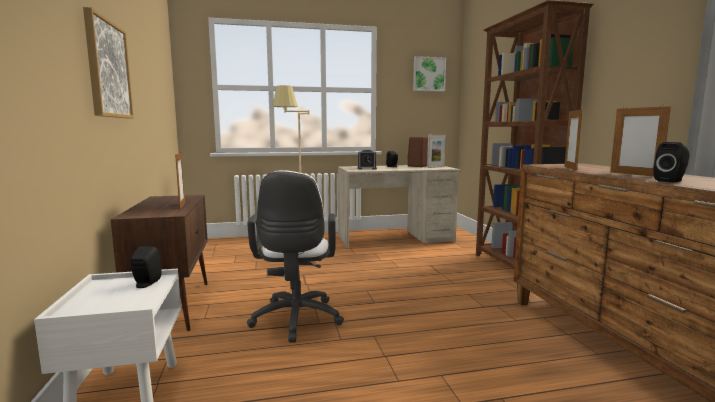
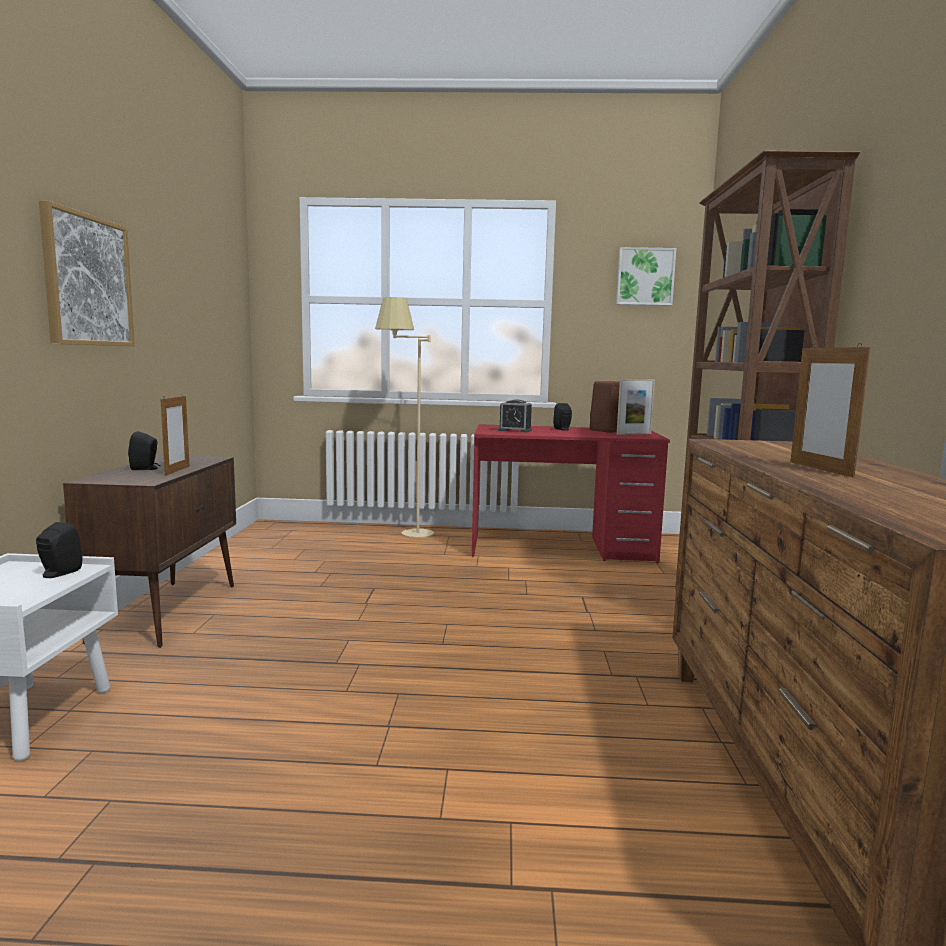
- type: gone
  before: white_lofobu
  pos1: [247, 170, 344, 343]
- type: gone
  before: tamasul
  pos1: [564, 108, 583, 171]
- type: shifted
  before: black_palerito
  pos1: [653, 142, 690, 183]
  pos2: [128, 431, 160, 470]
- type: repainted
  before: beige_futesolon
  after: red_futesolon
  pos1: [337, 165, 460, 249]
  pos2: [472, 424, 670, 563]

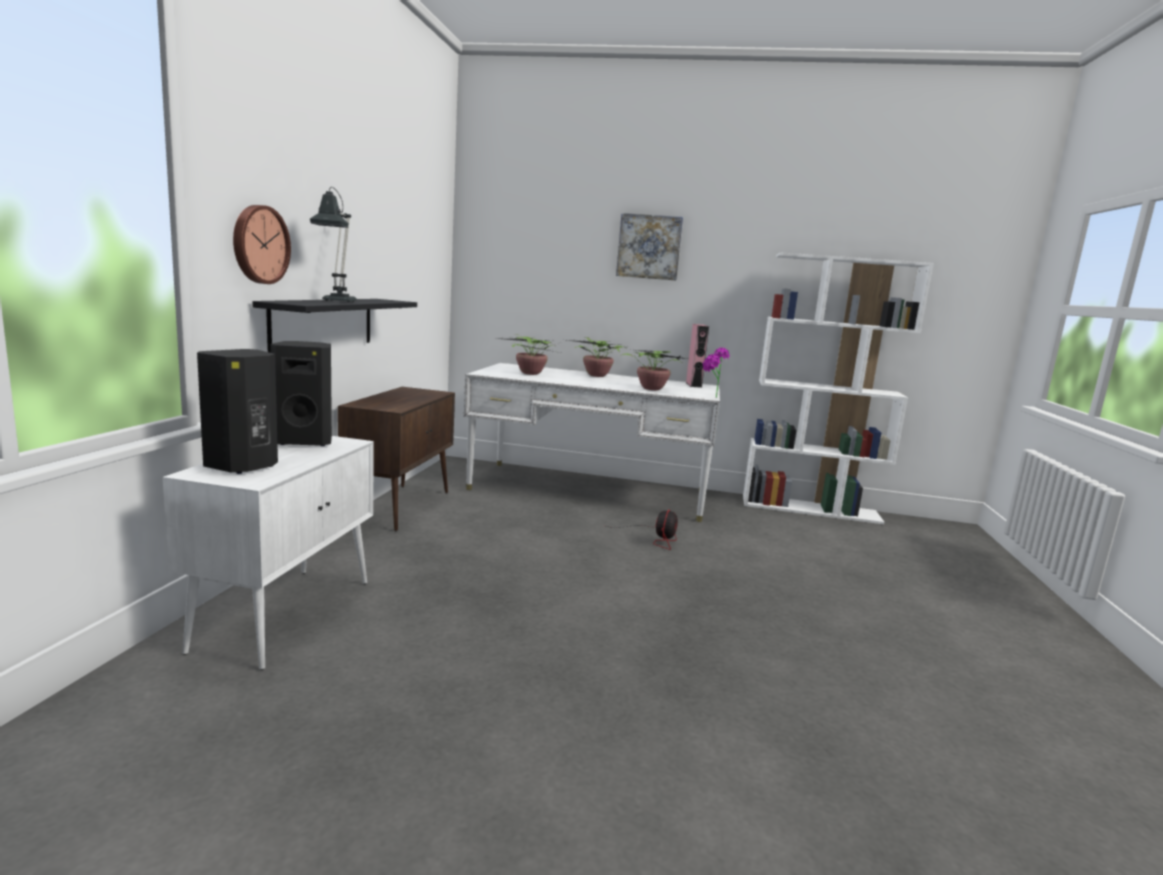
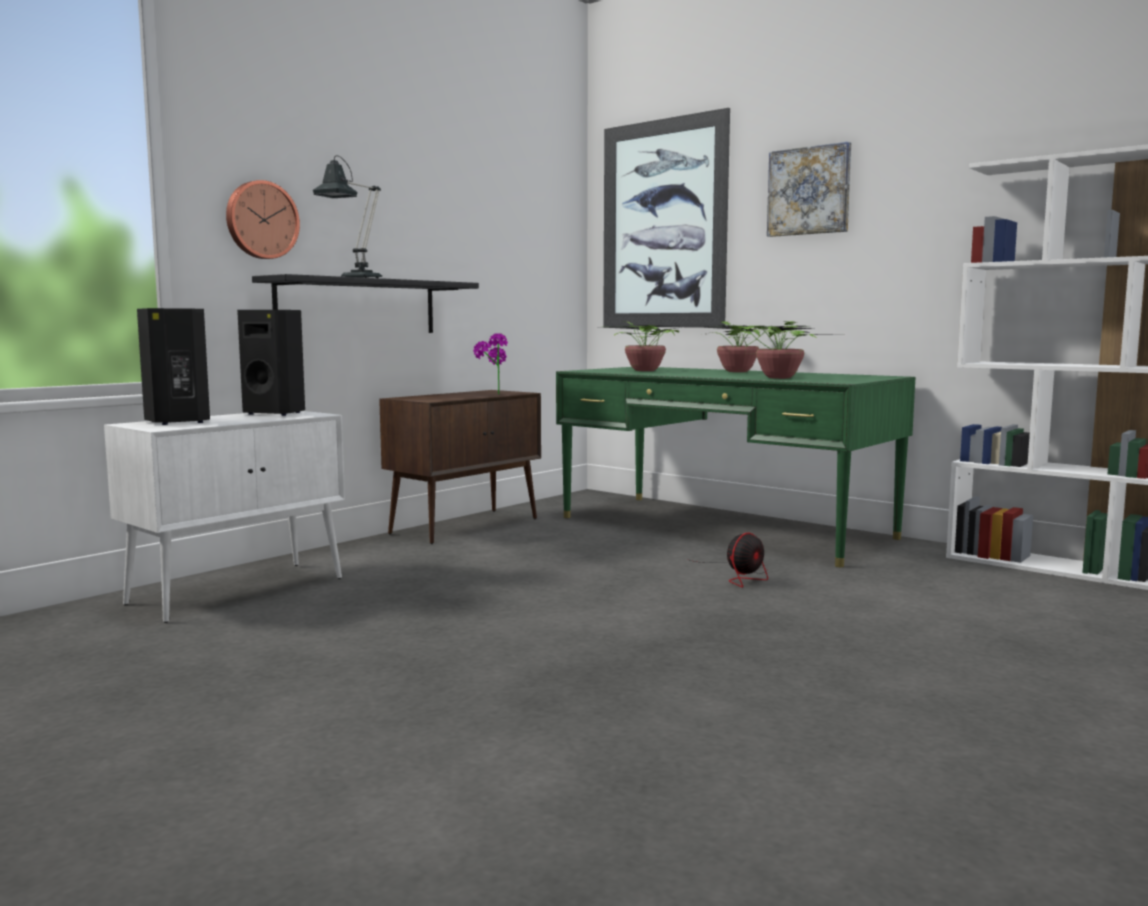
- type: gone
  before: pink_palerito
  pos1: [686, 324, 709, 388]
- type: new
  after: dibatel
  pos2: [603, 108, 730, 327]
- type: shifted
  before: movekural
  pos1: [703, 348, 730, 398]
  pos2: [473, 333, 508, 395]
- type: repainted
  before: white_futesolon
  after: green_futesolon
  pos1: [464, 363, 720, 522]
  pos2: [556, 367, 915, 567]

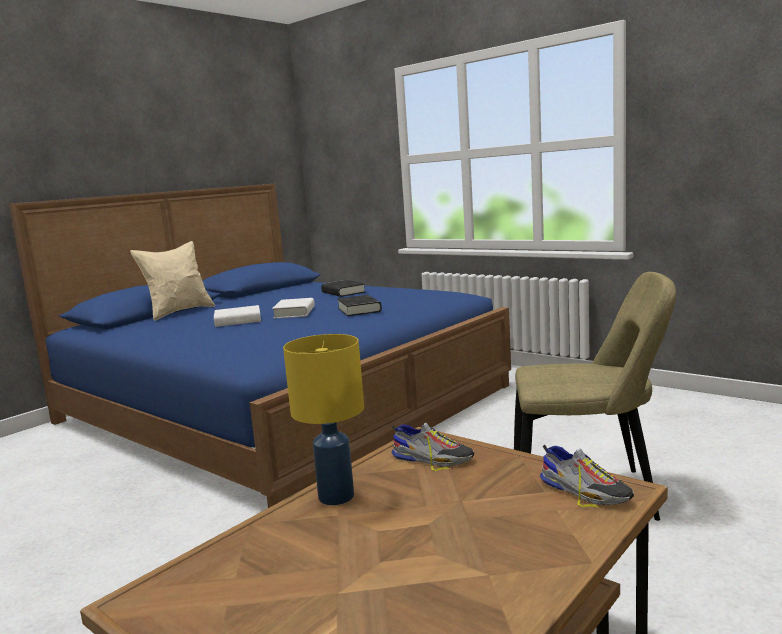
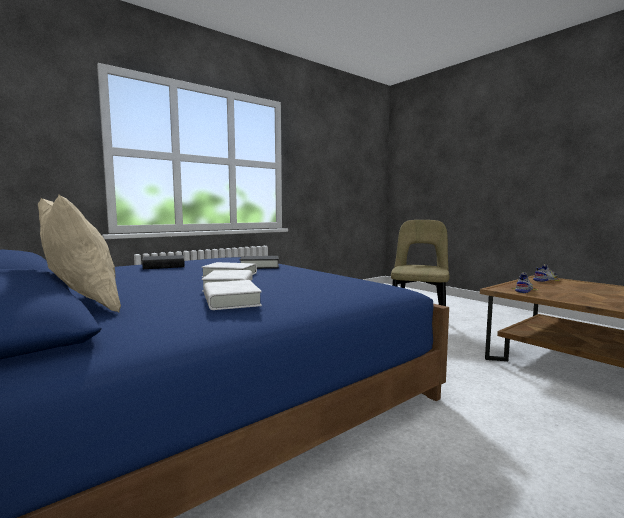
- type: gone
  before: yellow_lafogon
  pos1: [283, 334, 364, 505]
- type: new
  after: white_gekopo
  pos2: [204, 280, 262, 310]

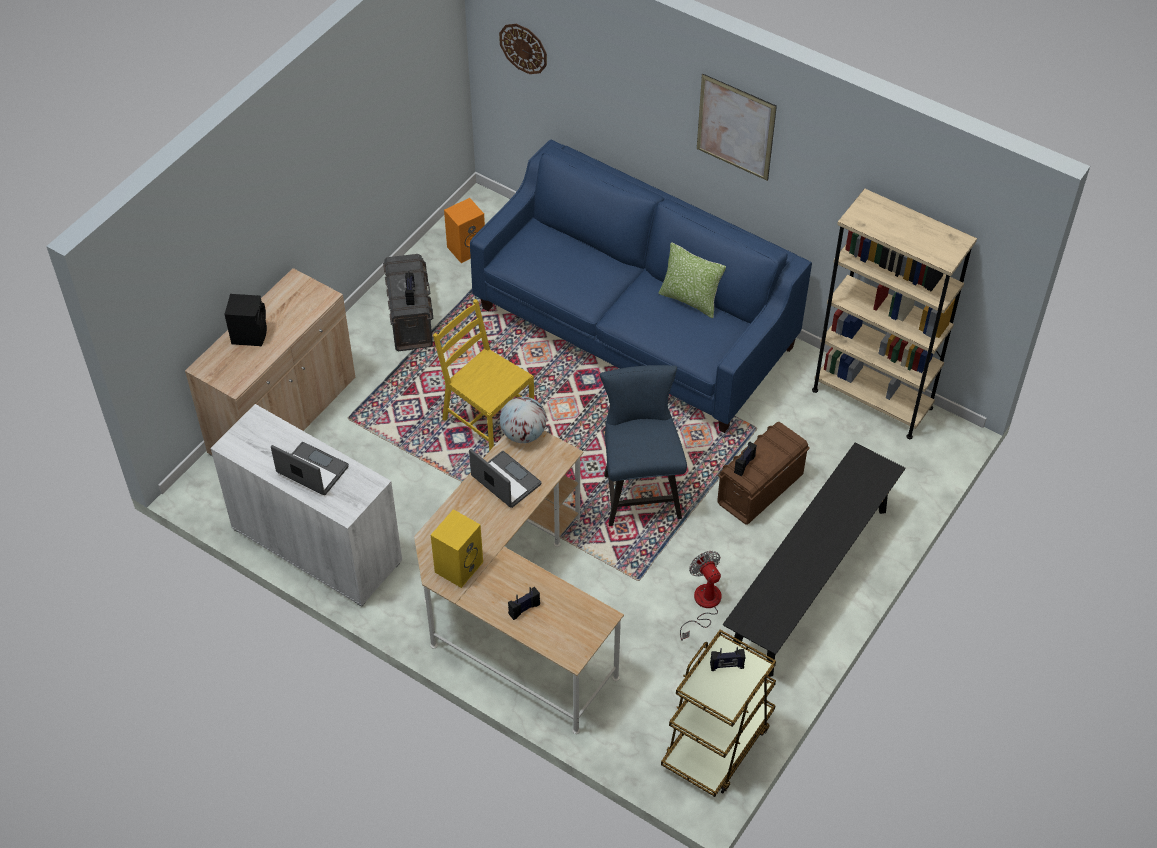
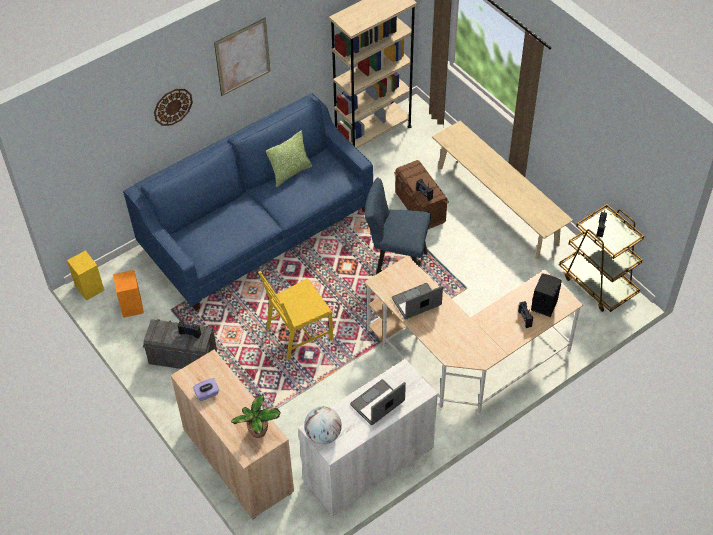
- type: gone
  before: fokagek
  pos1: [680, 551, 722, 640]
- type: new
  after: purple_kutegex
  pos2: [193, 378, 219, 401]
- type: new
  after: movekural
  pos2: [231, 395, 281, 438]
- type: shifted
  before: black_palerito
  pos1: [224, 294, 267, 346]
  pos2: [531, 274, 562, 317]
- type: shifted
  before: yellow_palerito
  pos1: [431, 509, 483, 588]
  pos2: [67, 250, 104, 301]
- type: shifted
  before: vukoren
  pos1: [499, 24, 547, 74]
  pos2: [154, 89, 193, 126]
- type: shifted
  before: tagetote
  pos1: [500, 397, 546, 443]
  pos2: [304, 407, 342, 444]
- type: repainted
  before: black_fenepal
  after: beige_fenepal
  pos1: [723, 443, 905, 677]
  pos2: [432, 121, 573, 259]

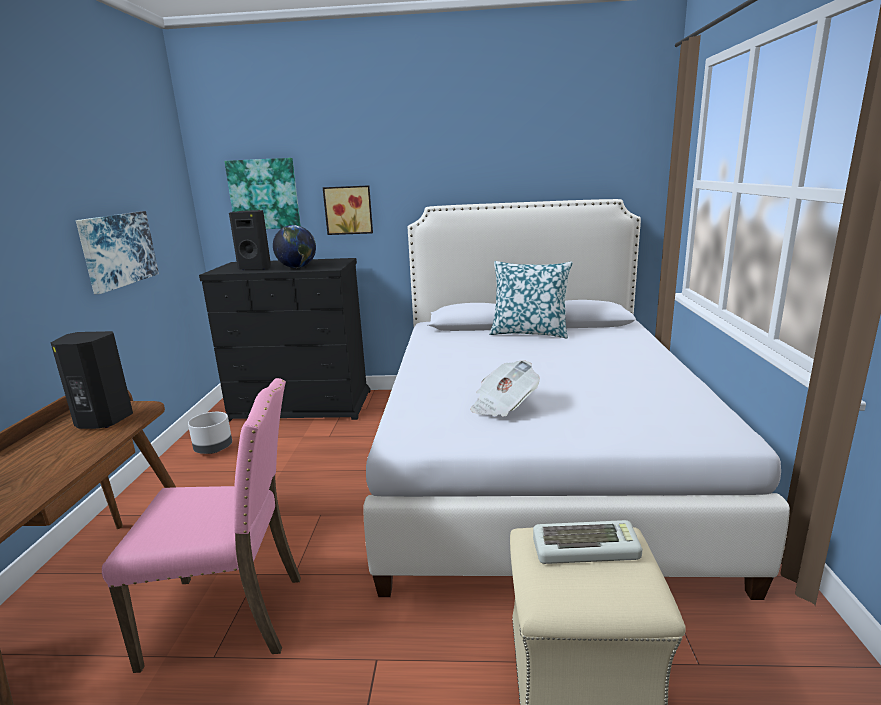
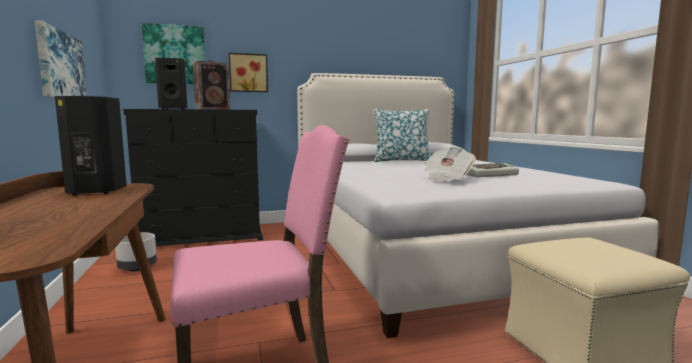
- type: shifted
  before: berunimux
  pos1: [533, 520, 642, 564]
  pos2: [466, 163, 519, 177]
- type: swapped
  before: tagetote
  after: palerito
  pos1: [273, 225, 316, 268]
  pos2: [193, 60, 230, 110]

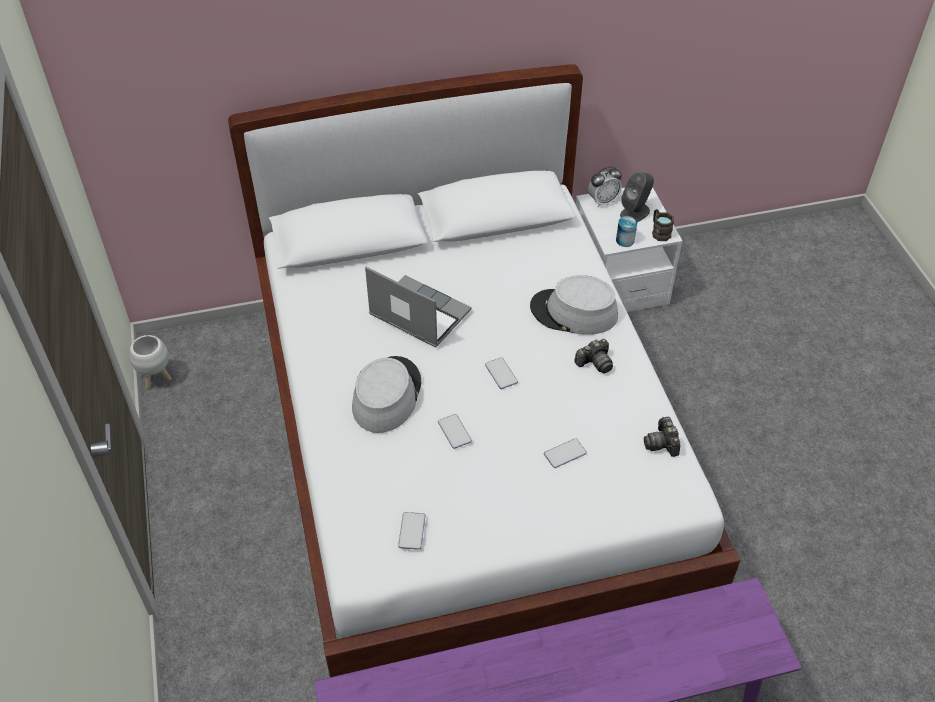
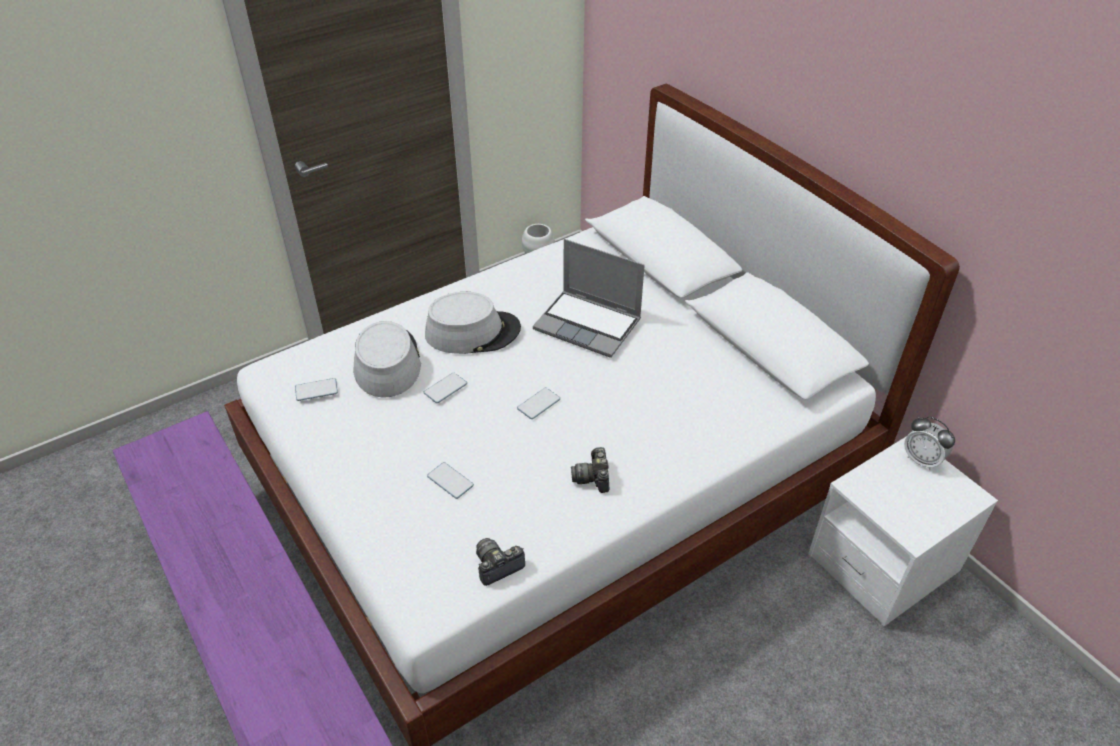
- type: gone
  before: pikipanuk
  pos1: [616, 216, 637, 247]
- type: gone
  before: grey_palerito
  pos1: [620, 172, 654, 222]
- type: gone
  before: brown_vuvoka
  pos1: [652, 209, 674, 241]
- type: shifted
  before: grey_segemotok
  pos1: [530, 275, 618, 335]
  pos2: [353, 321, 421, 397]
- type: rotated
  before: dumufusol
  pos1: [365, 267, 471, 348]
  pos2: [533, 239, 645, 358]
  turn: 105
- type: rotated
  before: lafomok
  pos1: [574, 339, 613, 374]
  pos2: [571, 447, 609, 493]
  turn: 45

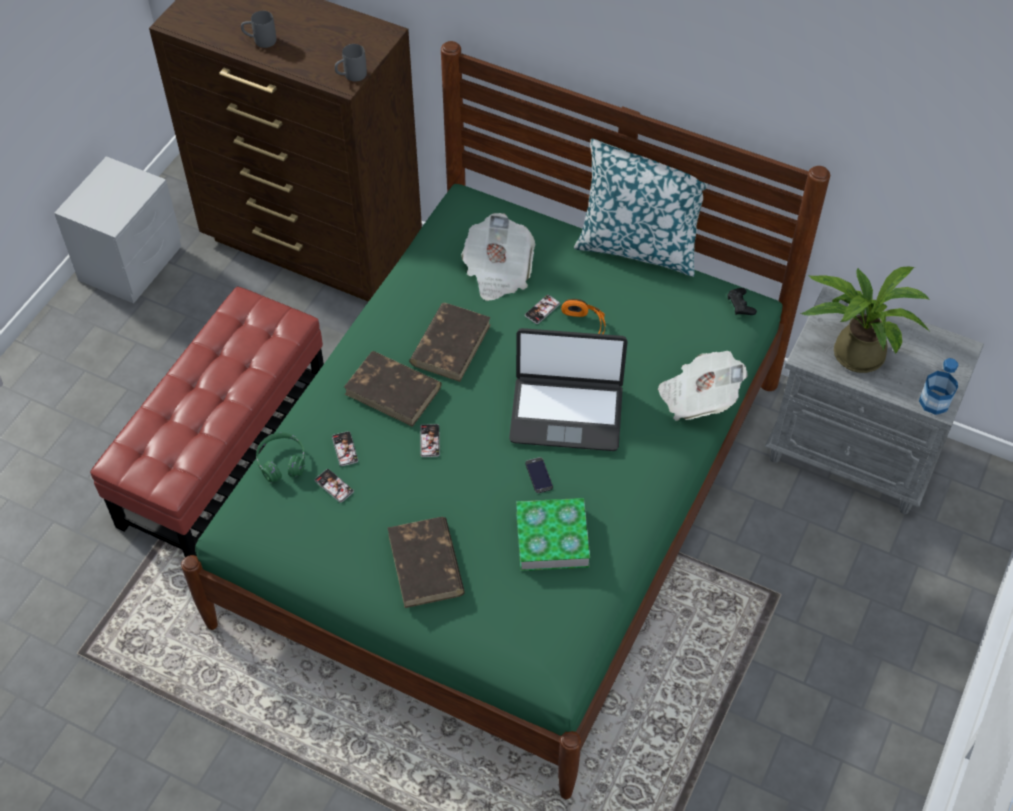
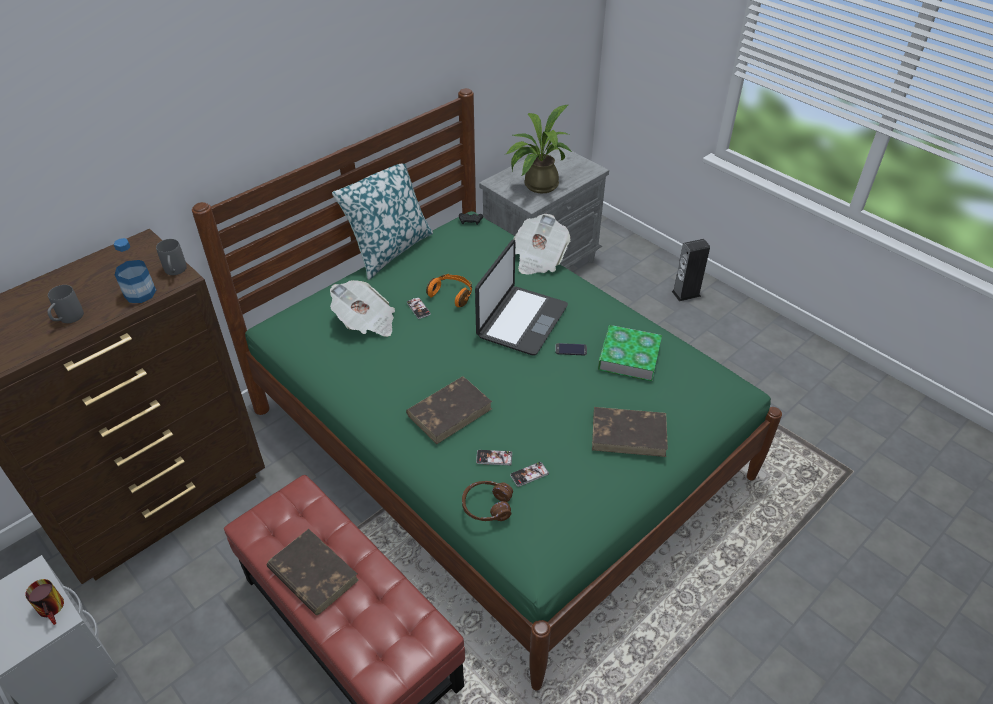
- type: gone
  before: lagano
  pos1: [420, 424, 440, 457]
- type: new
  after: vuvoka
  pos2: [25, 579, 64, 625]
- type: new
  after: palerito
  pos2: [672, 239, 710, 302]
- type: shifted
  before: brown_gekopo
  pos1: [409, 303, 491, 382]
  pos2: [267, 529, 359, 615]
- type: shifted
  before: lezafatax
  pos1: [919, 358, 958, 415]
  pos2: [114, 238, 156, 303]
- type: repainted
  before: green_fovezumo
  after: brown_fovezumo
  pos1: [256, 432, 305, 483]
  pos2: [462, 481, 513, 521]

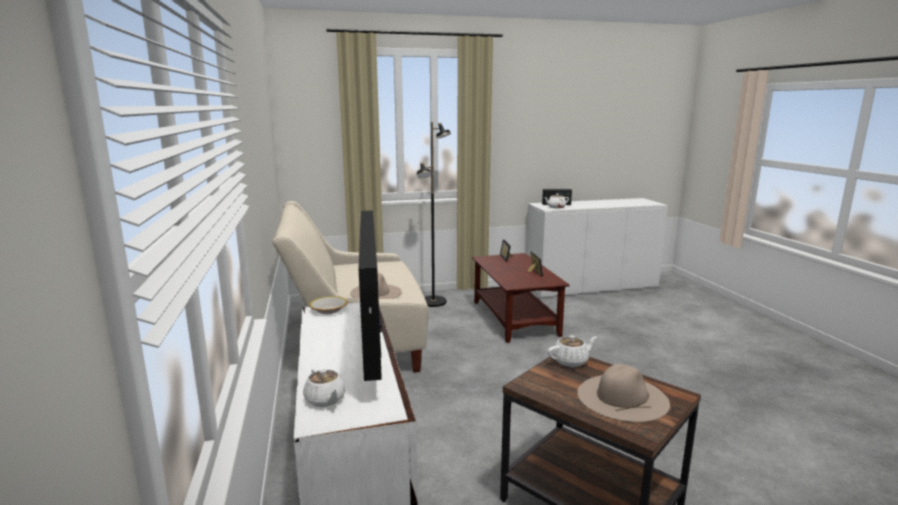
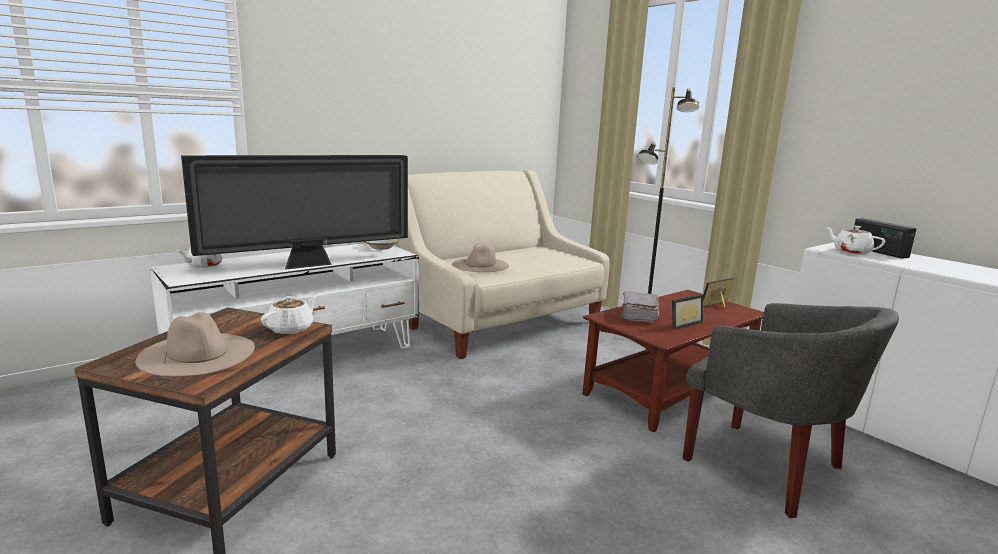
- type: new
  after: grey_gekopo
  pos2: [621, 291, 659, 323]
- type: new
  after: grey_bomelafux
  pos2: [683, 303, 899, 518]
- type: rotated
  before: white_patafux
  pos1: [548, 335, 597, 367]
  pos2: [261, 294, 318, 334]
  turn: -105

